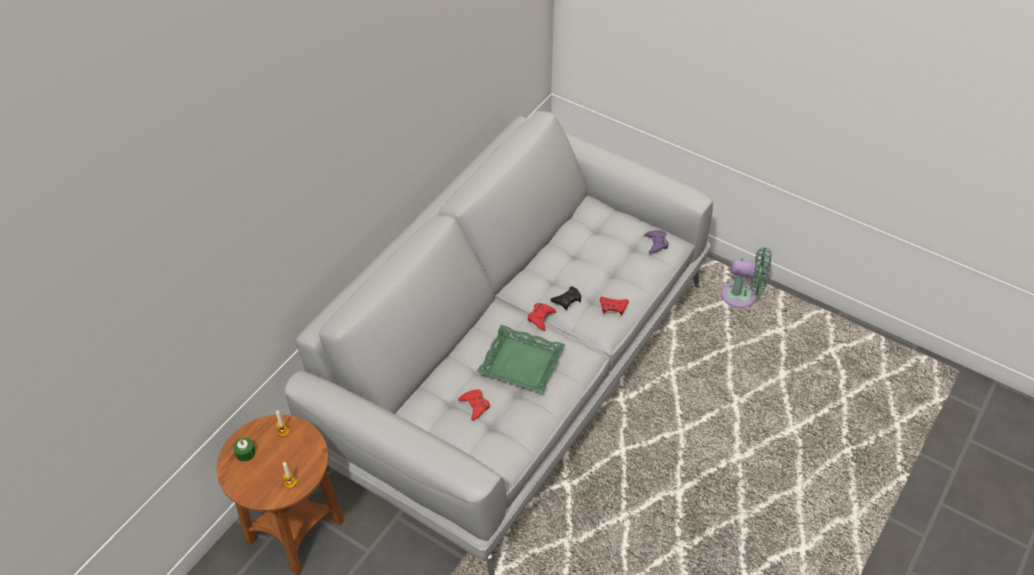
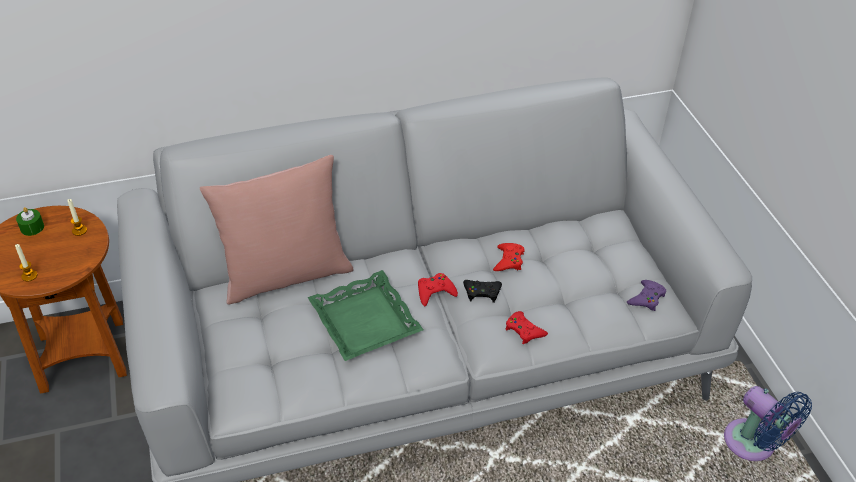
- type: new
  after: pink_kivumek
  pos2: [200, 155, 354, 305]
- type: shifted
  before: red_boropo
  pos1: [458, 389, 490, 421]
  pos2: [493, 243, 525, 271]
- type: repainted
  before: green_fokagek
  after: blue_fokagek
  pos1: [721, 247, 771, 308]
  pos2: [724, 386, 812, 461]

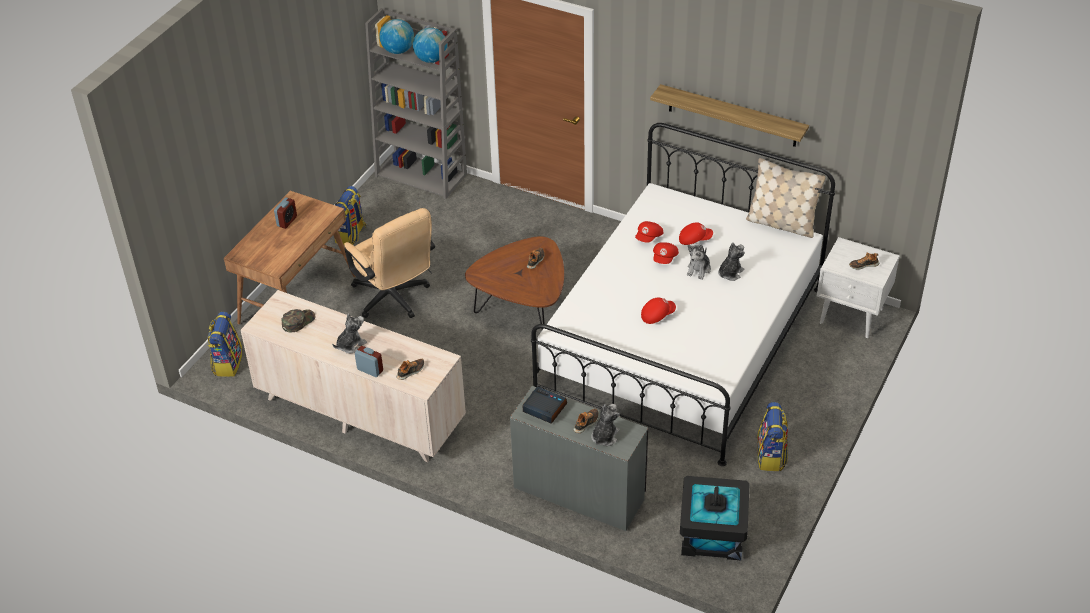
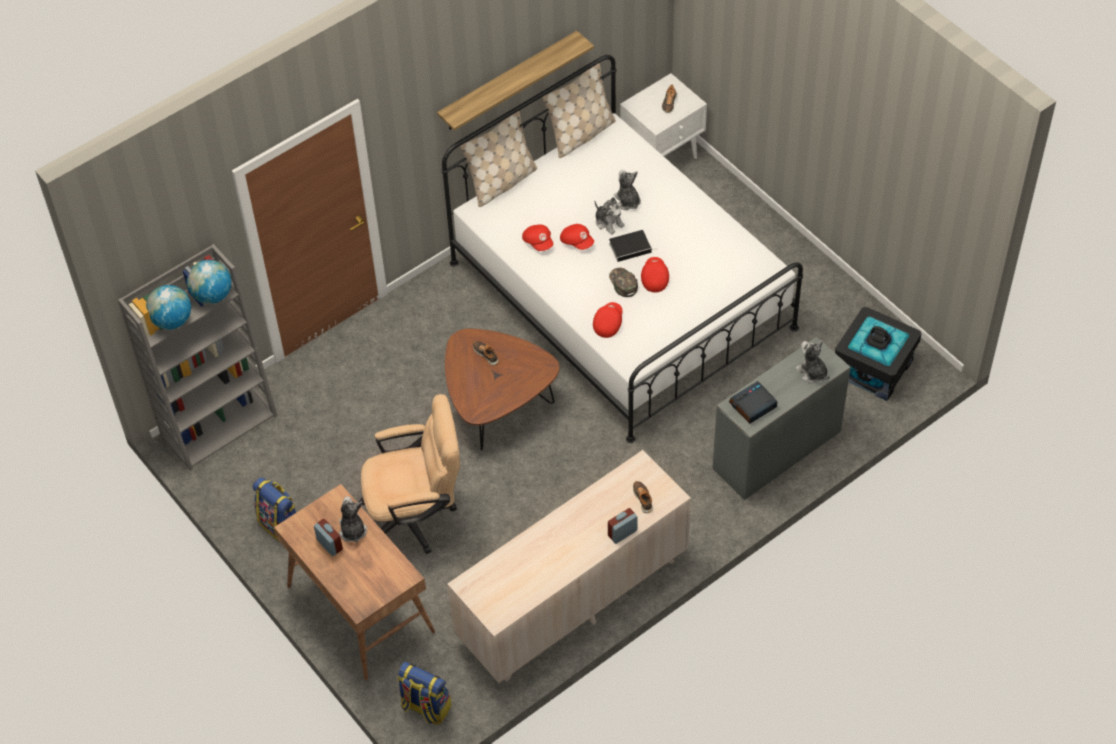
- type: gone
  before: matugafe
  pos1: [573, 409, 599, 433]
- type: gone
  before: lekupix
  pos1: [757, 402, 788, 471]
- type: new
  after: beige_kivumek
  pos2: [460, 111, 537, 207]
- type: new
  after: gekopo
  pos2: [609, 230, 658, 262]
- type: shifted
  before: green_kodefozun
  pos1: [282, 309, 316, 332]
  pos2: [609, 268, 638, 297]
- type: shifted
  before: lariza
  pos1: [332, 313, 367, 354]
  pos2: [339, 496, 367, 543]
- type: shifted
  before: red_kodefozun
  pos1: [679, 222, 713, 245]
  pos2: [593, 302, 623, 338]

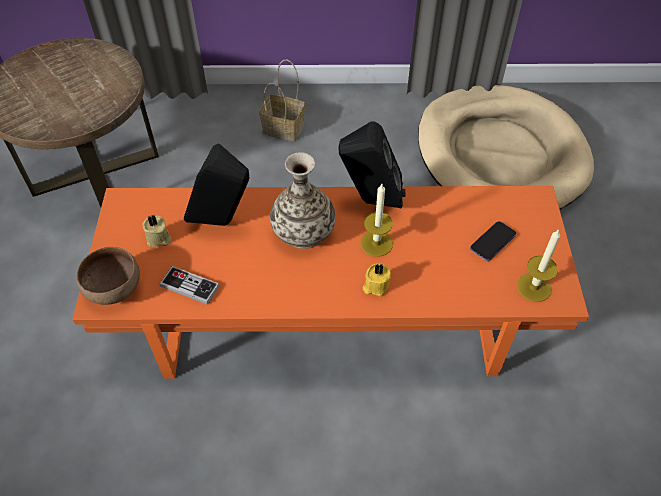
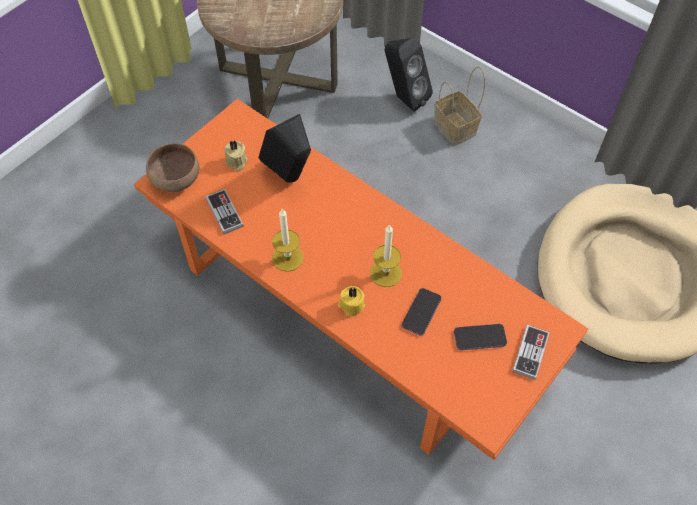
- type: gone
  before: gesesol
  pos1: [270, 152, 336, 249]
- type: new
  after: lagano
  pos2: [402, 288, 441, 336]
- type: new
  after: boropo
  pos2: [512, 325, 550, 380]
- type: shifted
  before: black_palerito
  pos1: [338, 121, 406, 208]
  pos2: [385, 38, 433, 112]
- type: shifted
  before: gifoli
  pos1: [517, 229, 560, 302]
  pos2: [272, 209, 304, 272]

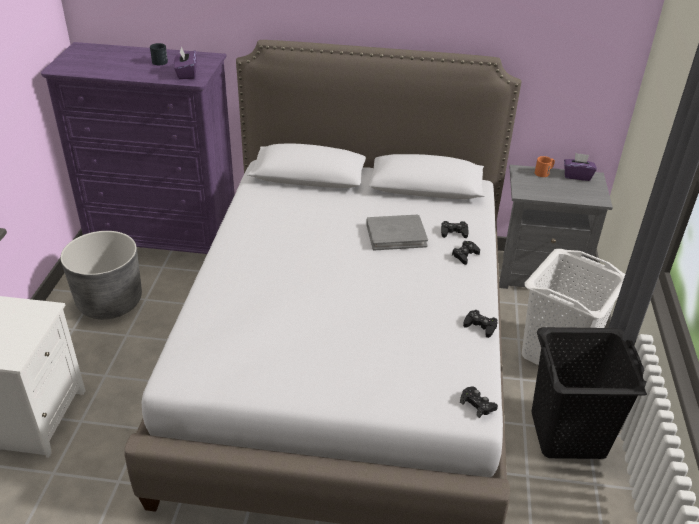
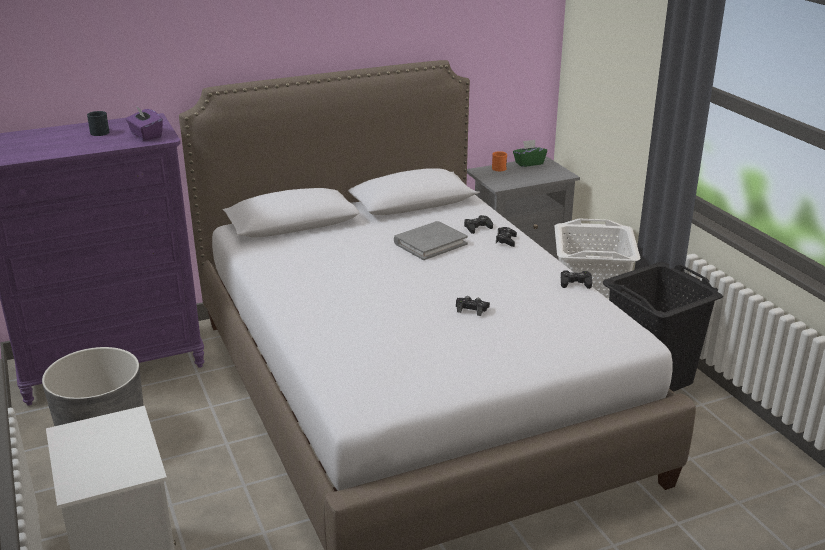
- type: shifted
  before: black_boropo
  pos1: [460, 387, 498, 418]
  pos2: [456, 296, 490, 316]
- type: repainted
  before: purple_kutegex
  after: green_kutegex
  pos1: [564, 153, 597, 181]
  pos2: [513, 140, 547, 167]

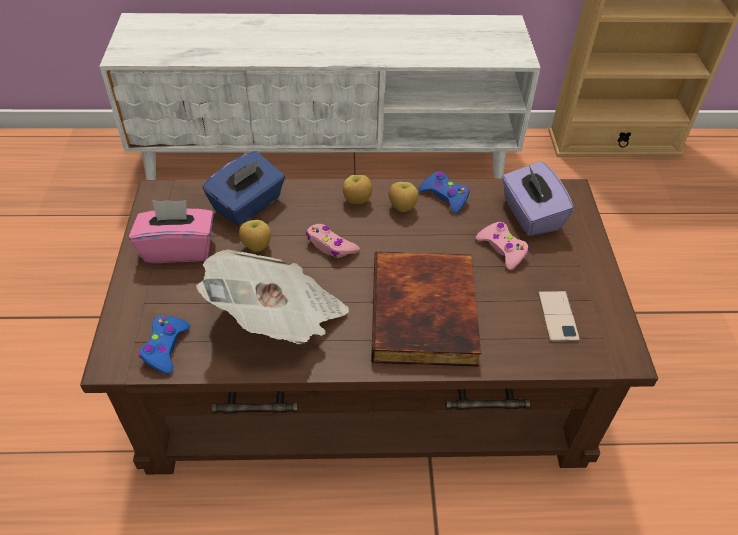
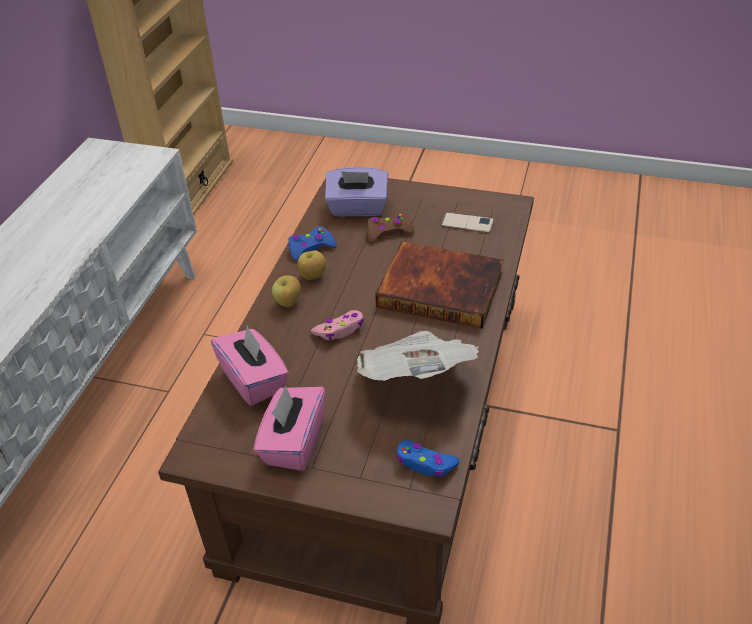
- type: gone
  before: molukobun
  pos1: [239, 220, 271, 252]
- type: repainted
  before: blue_kutegex
  after: pink_kutegex
  pos1: [203, 151, 285, 226]
  pos2: [211, 325, 289, 406]
- type: repainted
  before: pink_boropo
  after: brown_boropo
  pos1: [476, 222, 529, 270]
  pos2: [367, 212, 414, 243]

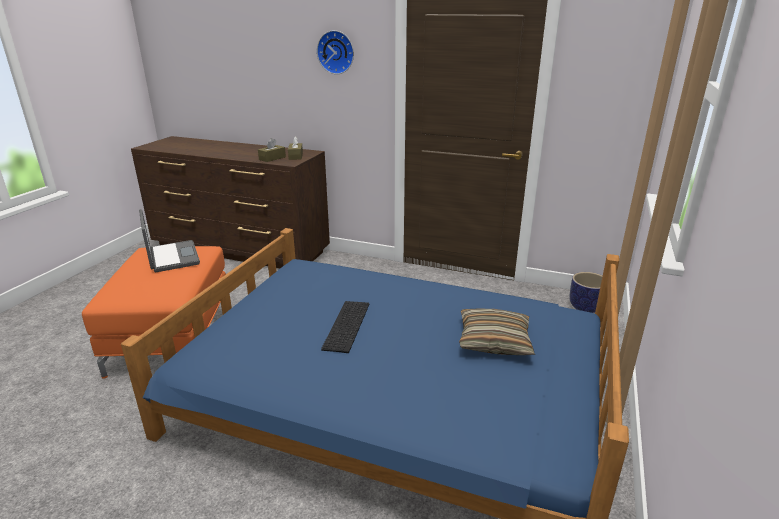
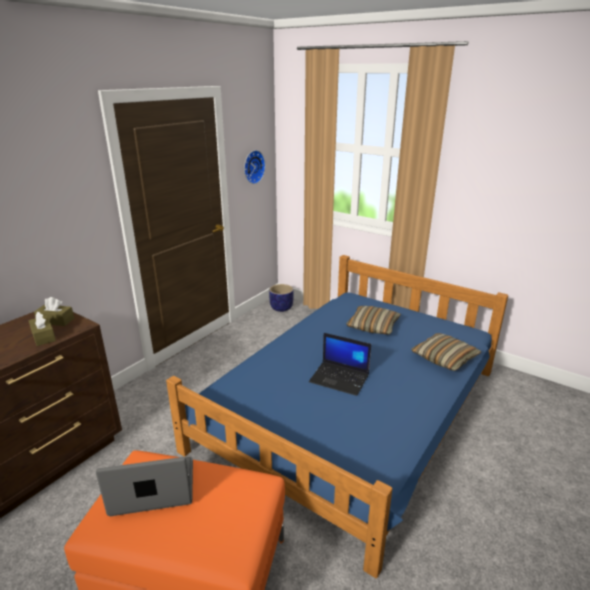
- type: new
  after: kivumek
  pos2: [411, 333, 482, 371]
- type: shifted
  before: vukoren
  pos1: [317, 30, 354, 74]
  pos2: [244, 150, 265, 184]
- type: swapped
  before: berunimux
  after: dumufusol
  pos1: [321, 301, 369, 353]
  pos2: [309, 333, 371, 396]

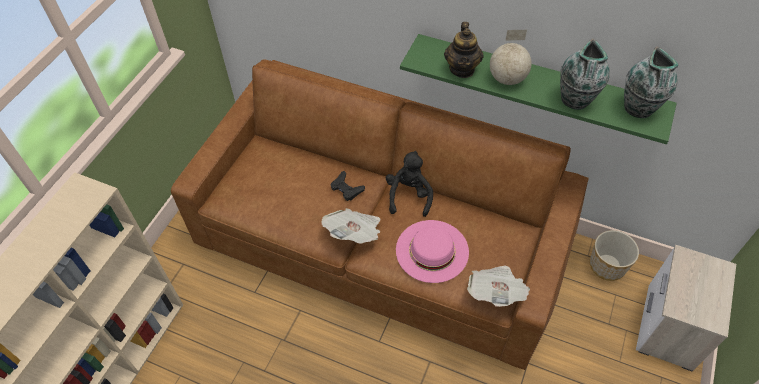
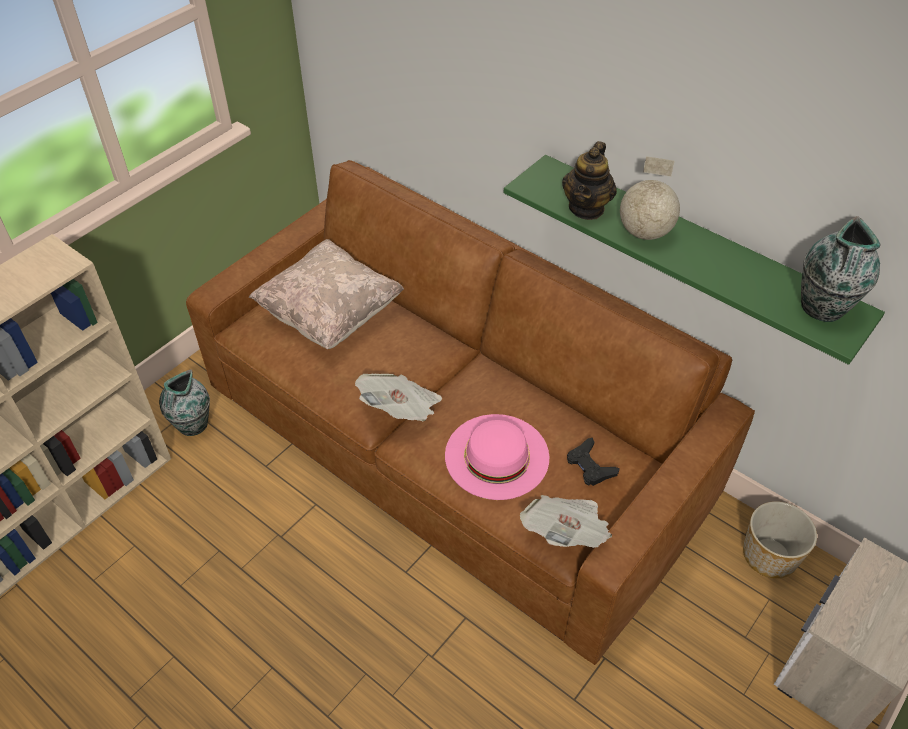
- type: gone
  before: black_lariza
  pos1: [386, 151, 433, 217]
- type: new
  after: beige_kivumek
  pos2: [249, 239, 404, 349]
- type: shifted
  before: black_boropo
  pos1: [331, 171, 365, 201]
  pos2: [567, 438, 620, 486]
- type: shifted
  before: gesesol
  pos1: [560, 39, 610, 110]
  pos2: [159, 370, 210, 436]

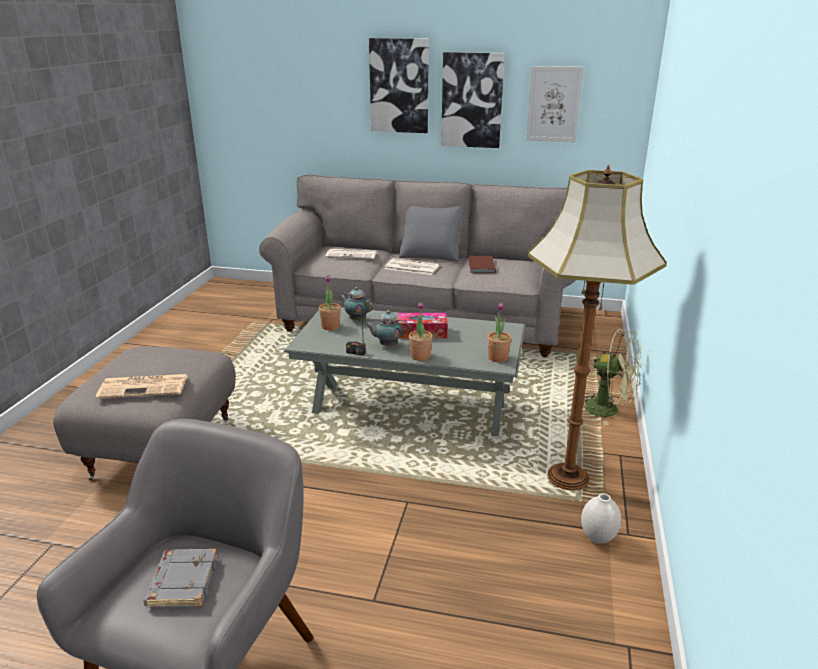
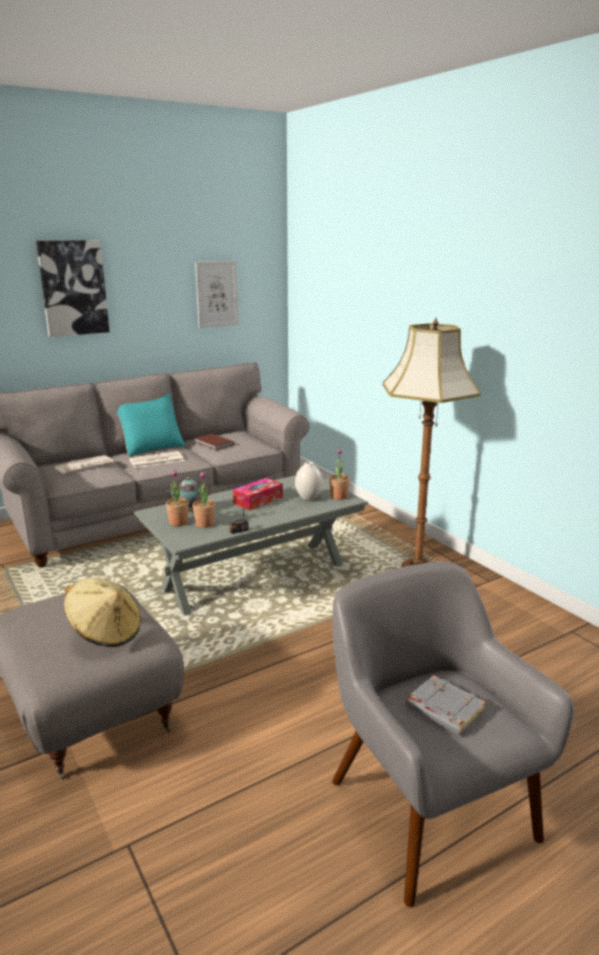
- type: gone
  before: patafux
  pos1: [365, 310, 410, 346]
- type: gone
  before: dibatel
  pos1: [441, 52, 505, 148]
- type: gone
  before: green_fokagek
  pos1: [584, 329, 642, 425]
- type: shifted
  before: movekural
  pos1: [409, 302, 433, 361]
  pos2: [193, 472, 215, 528]
- type: shifted
  before: white_gesesol
  pos1: [581, 493, 621, 544]
  pos2: [295, 461, 323, 501]
- type: swapped
  before: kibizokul
  after: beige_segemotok
  pos1: [96, 374, 188, 399]
  pos2: [64, 577, 141, 647]
- type: repainted
  before: grey_kivumek
  after: turquoise_kivumek
  pos1: [399, 204, 466, 262]
  pos2: [117, 393, 186, 457]

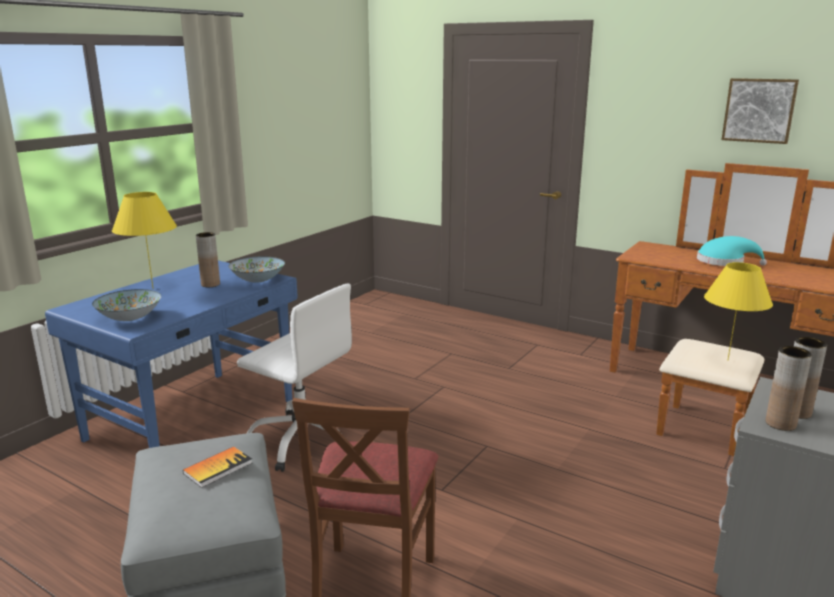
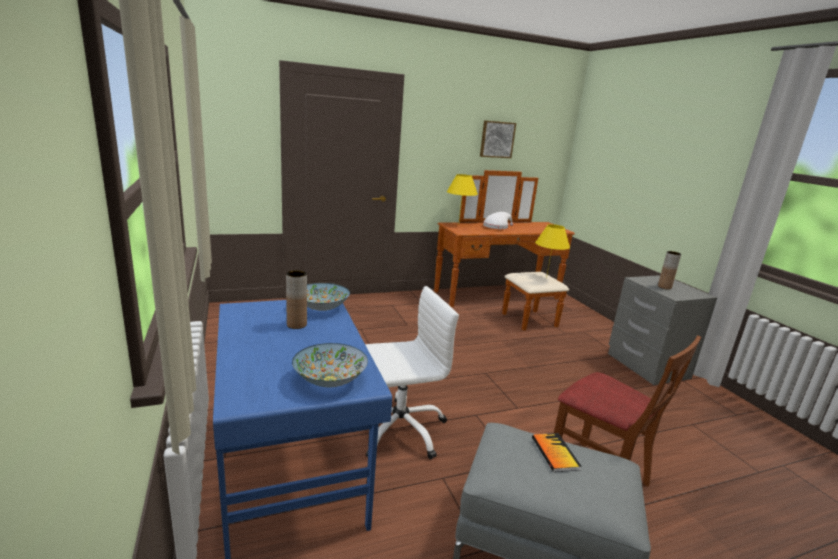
- type: gone
  before: brown_gesesol
  pos1: [765, 346, 812, 431]
- type: shifted
  before: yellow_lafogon
  pos1: [112, 192, 177, 288]
  pos2: [447, 174, 478, 220]
- type: repainted
  before: turquoise_segemotok
  after: white_segemotok
  pos1: [697, 236, 767, 266]
  pos2: [483, 212, 513, 229]

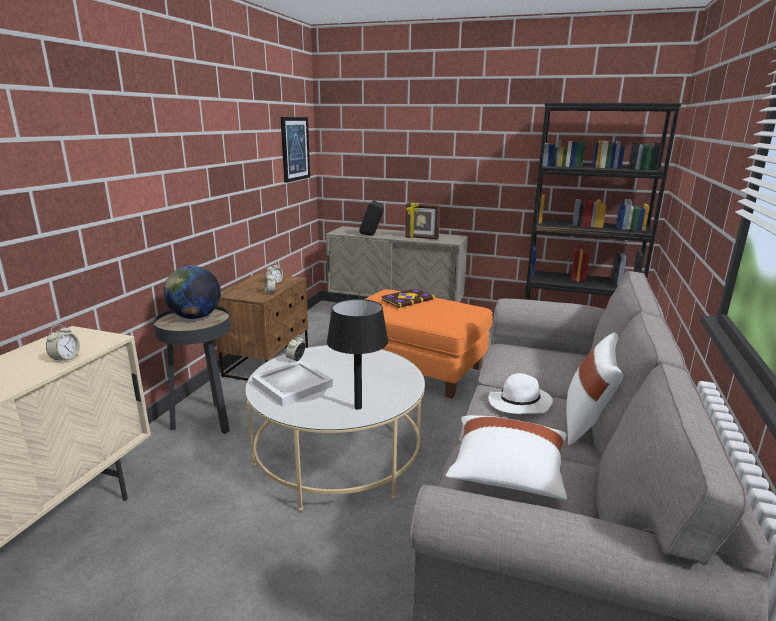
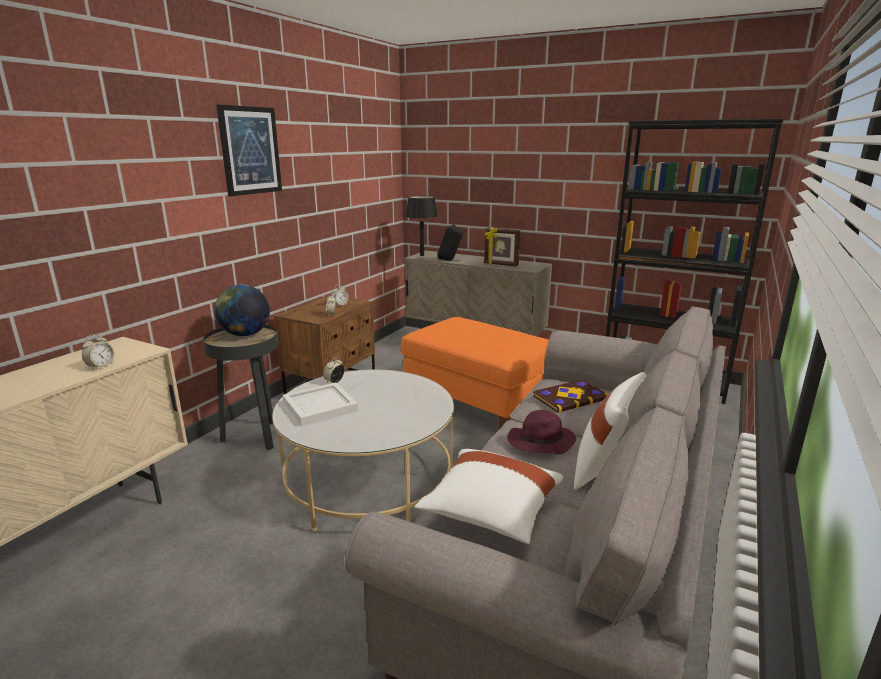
- type: shifted
  before: dibatel
  pos1: [281, 117, 310, 183]
  pos2: [216, 105, 282, 196]
- type: shifted
  before: black_lafogon
  pos1: [327, 299, 388, 410]
  pos2: [406, 196, 438, 256]
- type: shifted
  before: gekopo
  pos1: [381, 288, 435, 308]
  pos2: [533, 380, 608, 413]
- type: repainted
  before: white_segemotok
  after: purple_segemotok
  pos1: [488, 373, 553, 414]
  pos2: [507, 410, 576, 454]

